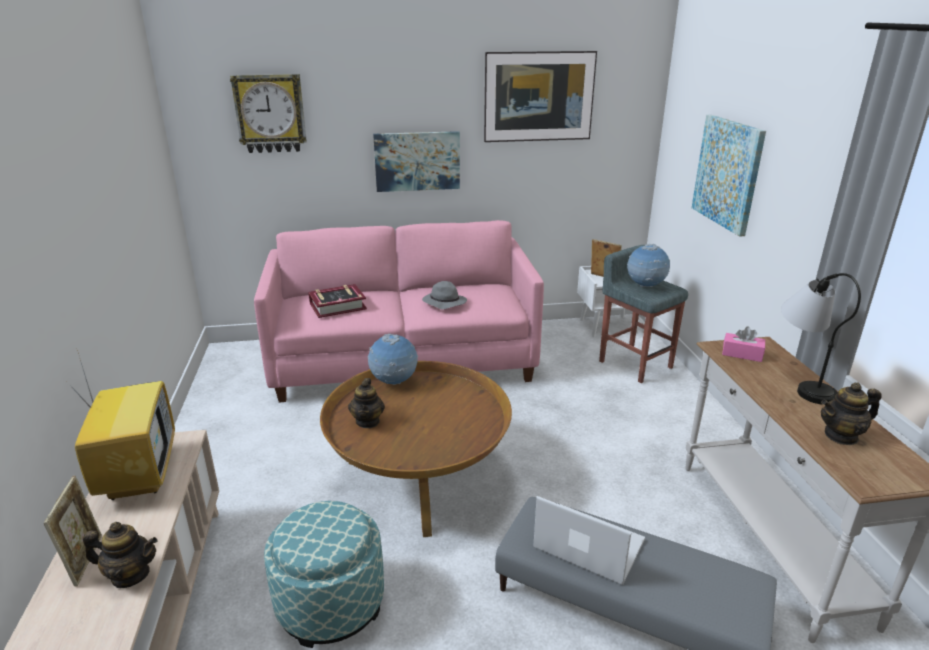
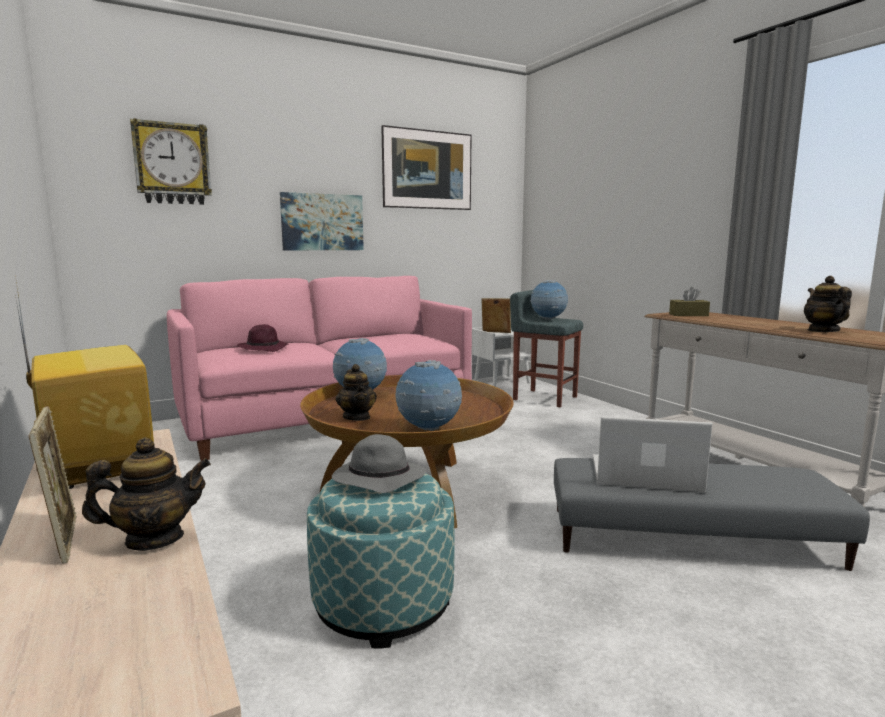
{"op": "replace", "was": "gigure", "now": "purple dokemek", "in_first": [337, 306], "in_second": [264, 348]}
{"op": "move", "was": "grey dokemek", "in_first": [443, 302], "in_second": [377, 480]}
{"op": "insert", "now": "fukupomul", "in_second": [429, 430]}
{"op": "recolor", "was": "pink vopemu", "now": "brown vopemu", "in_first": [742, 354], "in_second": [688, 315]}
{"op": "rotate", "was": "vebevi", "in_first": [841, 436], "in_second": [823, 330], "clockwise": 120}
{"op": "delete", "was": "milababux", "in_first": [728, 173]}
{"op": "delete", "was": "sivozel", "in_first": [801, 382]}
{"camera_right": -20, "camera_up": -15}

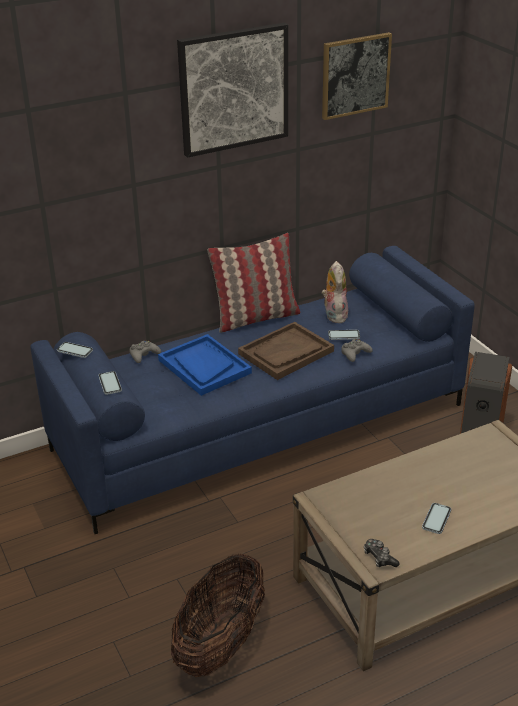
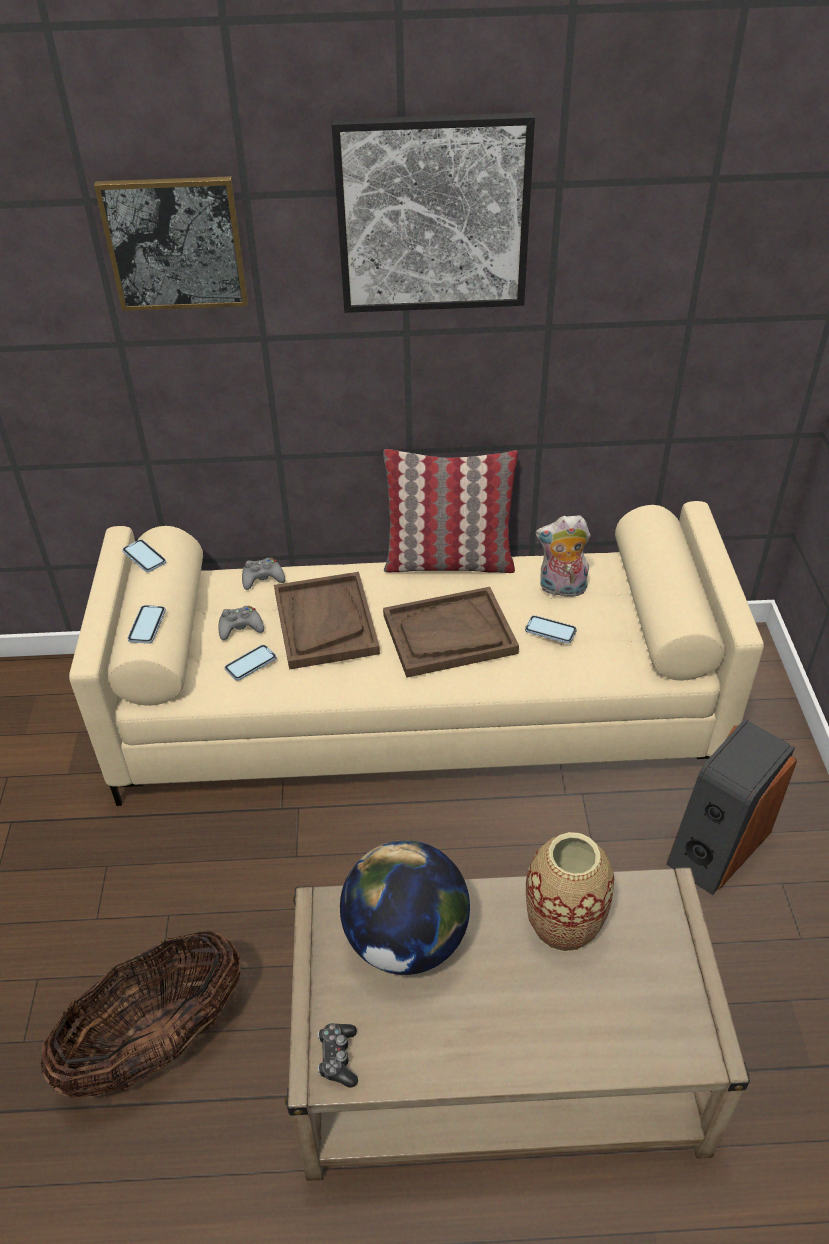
{"op": "recolor", "was": "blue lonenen", "now": "beige lonenen", "in_first": [261, 426], "in_second": [419, 713]}
{"op": "move", "was": "milababux", "in_first": [355, 75], "in_second": [175, 244]}
{"op": "move", "was": "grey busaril", "in_first": [355, 354], "in_second": [240, 627]}
{"op": "move", "was": "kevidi", "in_first": [436, 519], "in_second": [250, 664]}
{"op": "recolor", "was": "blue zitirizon", "now": "brown zitirizon", "in_first": [204, 366], "in_second": [325, 622]}
{"op": "insert", "now": "fukupomul", "in_second": [406, 940]}
{"op": "insert", "now": "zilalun", "in_second": [563, 924]}
{"op": "rotate", "was": "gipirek", "in_first": [334, 315], "in_second": [561, 589], "clockwise": -105}
{"camera_right": 25, "camera_up": 10}

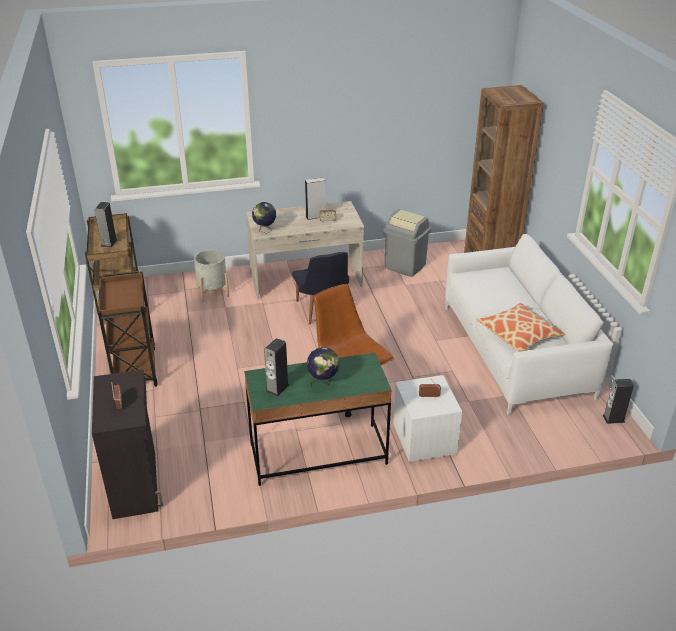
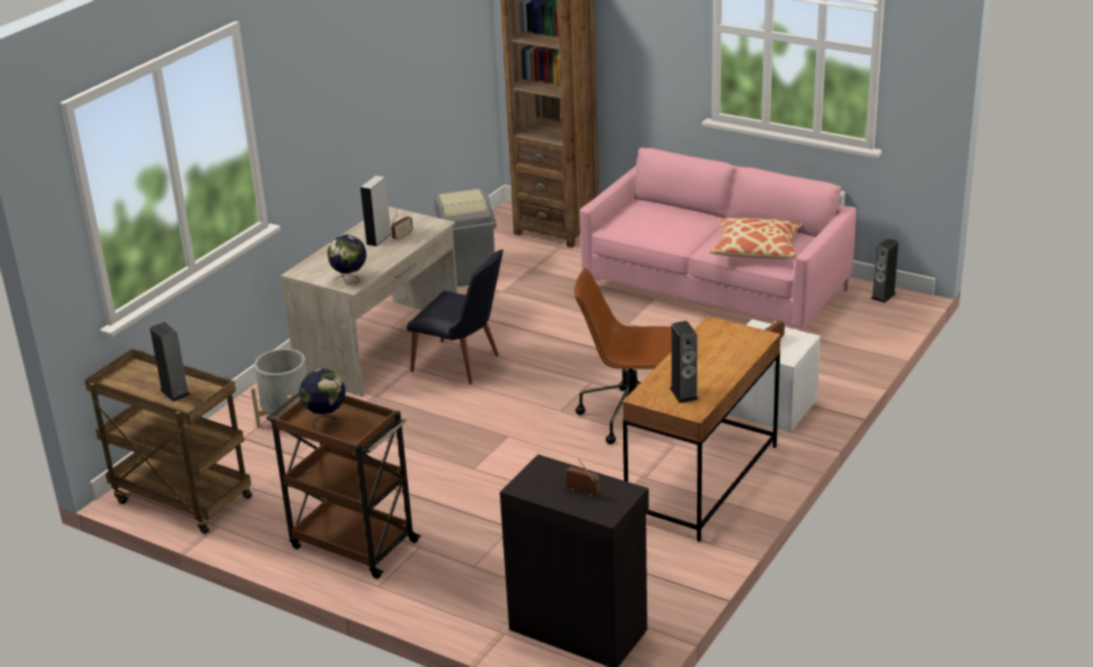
{"op": "move", "was": "fukupomul", "in_first": [323, 382], "in_second": [326, 421]}
{"op": "recolor", "was": "white lonenen", "now": "pink lonenen", "in_first": [514, 351], "in_second": [715, 291]}
{"op": "recolor", "was": "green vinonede", "now": "brown vinonede", "in_first": [318, 454], "in_second": [702, 481]}
{"camera_right": -45, "camera_up": -5}

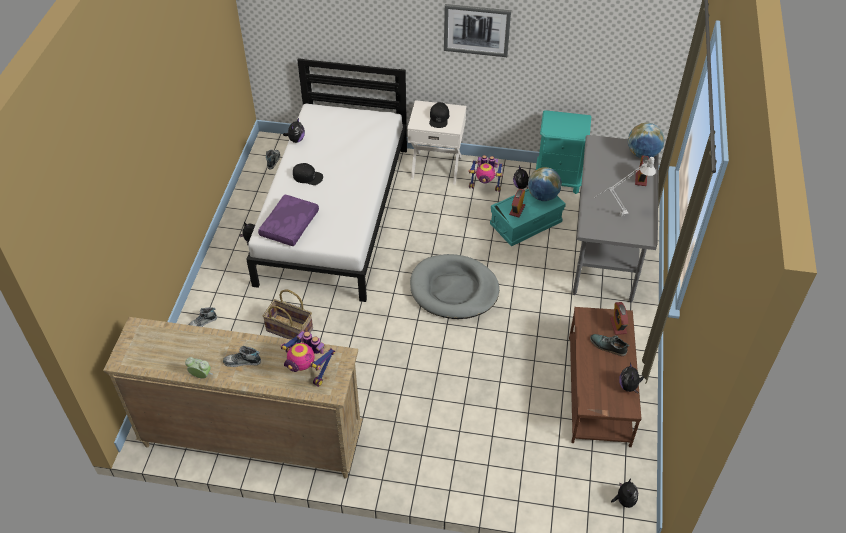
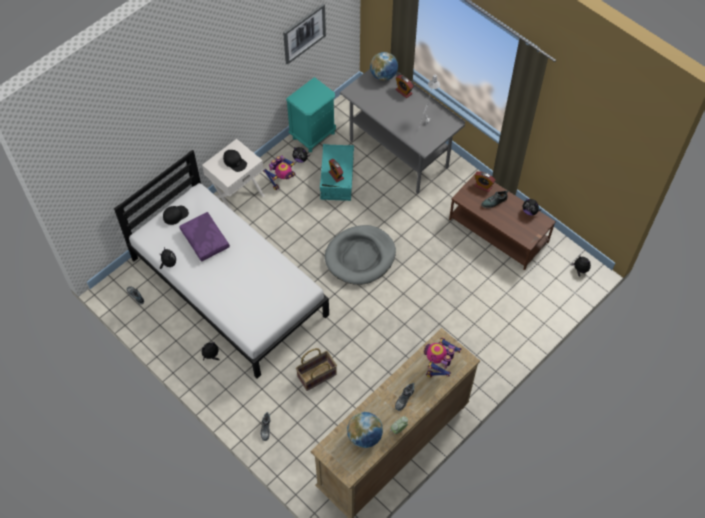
{"op": "move", "was": "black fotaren", "in_first": [308, 176], "in_second": [175, 215]}
{"op": "move", "was": "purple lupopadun", "in_first": [290, 226], "in_second": [206, 240]}
{"op": "move", "was": "milababux", "in_first": [476, 30], "in_second": [304, 33]}
{"op": "move", "was": "fukupomul", "in_first": [543, 196], "in_second": [365, 436]}
{"op": "rotate", "was": "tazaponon", "in_first": [307, 370], "in_second": [439, 365], "clockwise": 135}
{"camera_right": -55, "camera_up": 10}

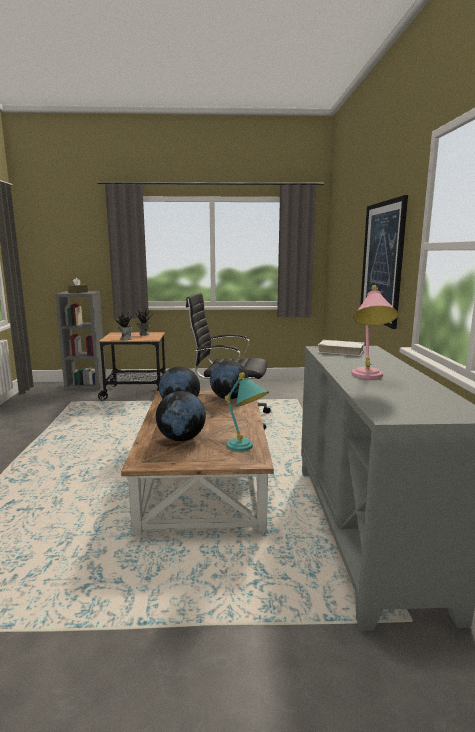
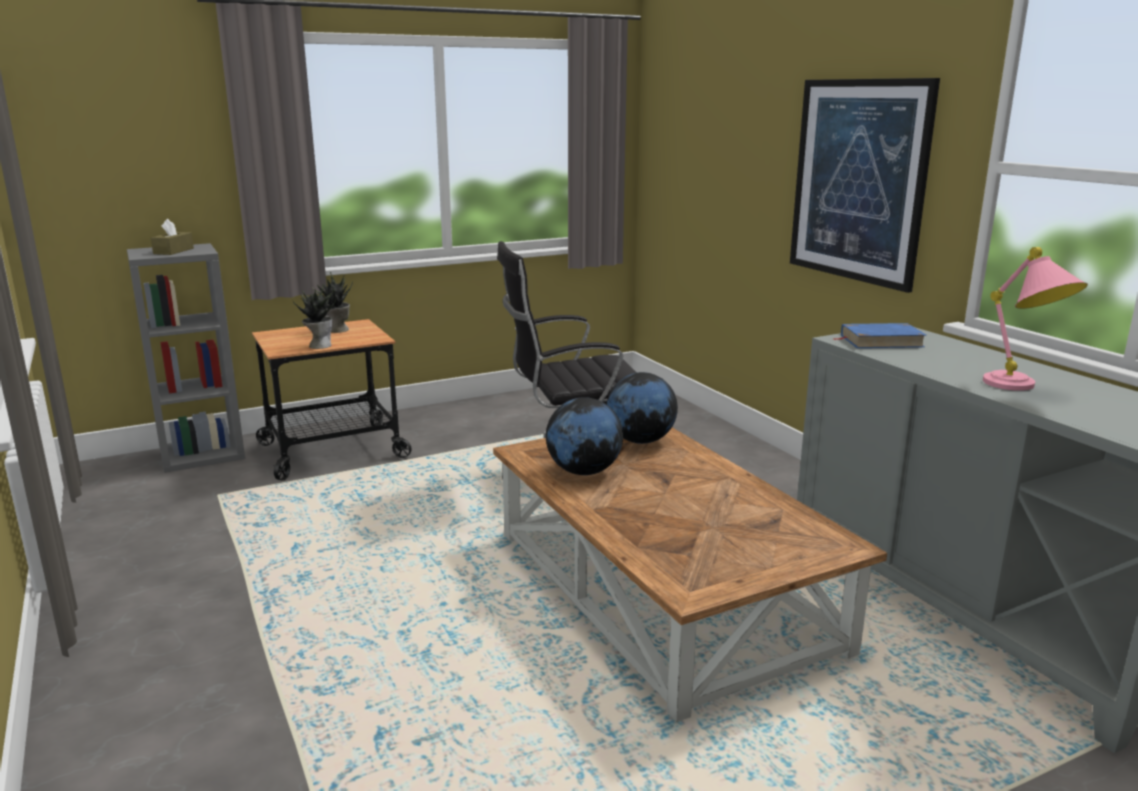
{"op": "recolor", "was": "white gigure", "now": "blue gigure", "in_first": [340, 351], "in_second": [881, 341]}
{"op": "delete", "was": "fukupomul", "in_first": [181, 439]}
{"op": "delete", "was": "turquoise sivozel", "in_first": [246, 449]}
{"camera_right": -25, "camera_up": 5}

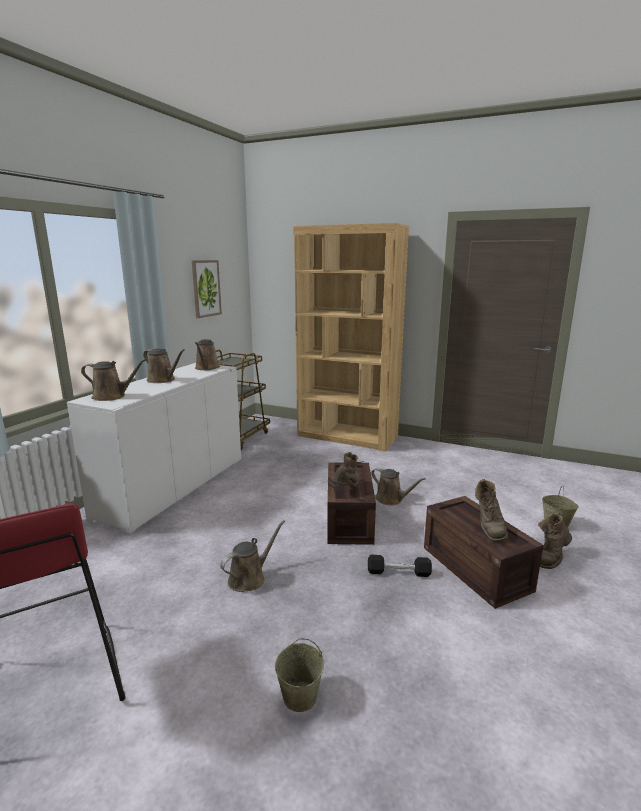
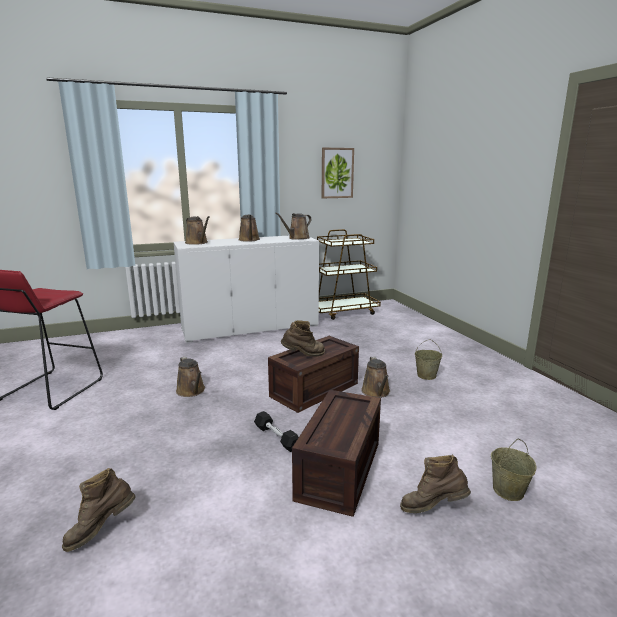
{"op": "move", "was": "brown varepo", "in_first": [489, 528], "in_second": [101, 531]}
{"op": "rotate", "was": "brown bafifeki", "in_first": [249, 578], "in_second": [191, 391], "clockwise": 60}
{"op": "move", "was": "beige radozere", "in_first": [300, 696], "in_second": [426, 375]}
{"op": "delete", "was": "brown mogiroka", "in_first": [347, 436]}
{"camera_right": 45, "camera_up": 0}

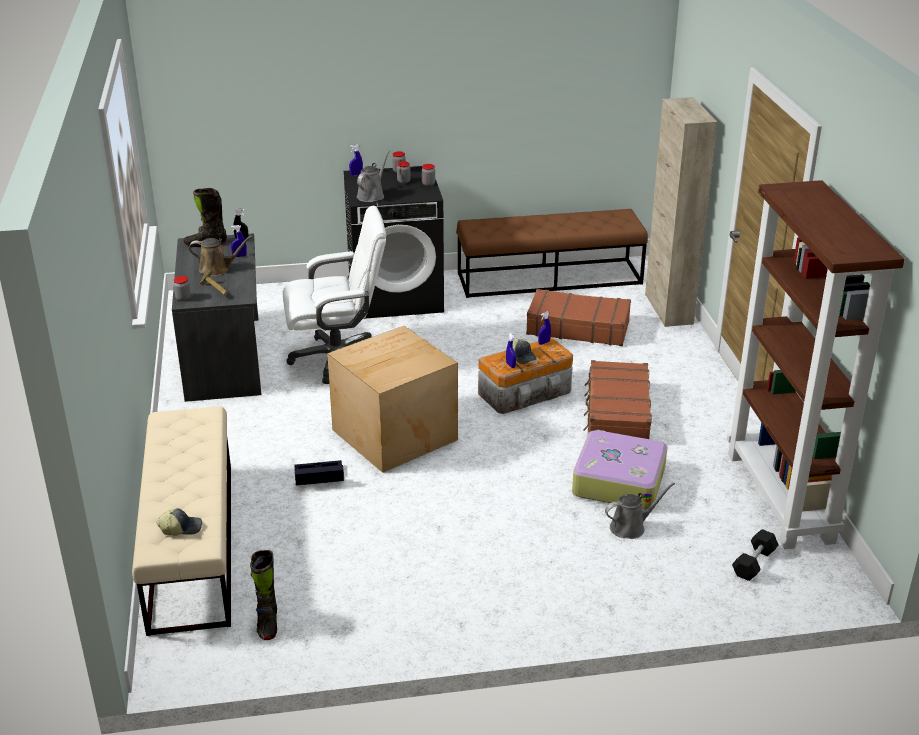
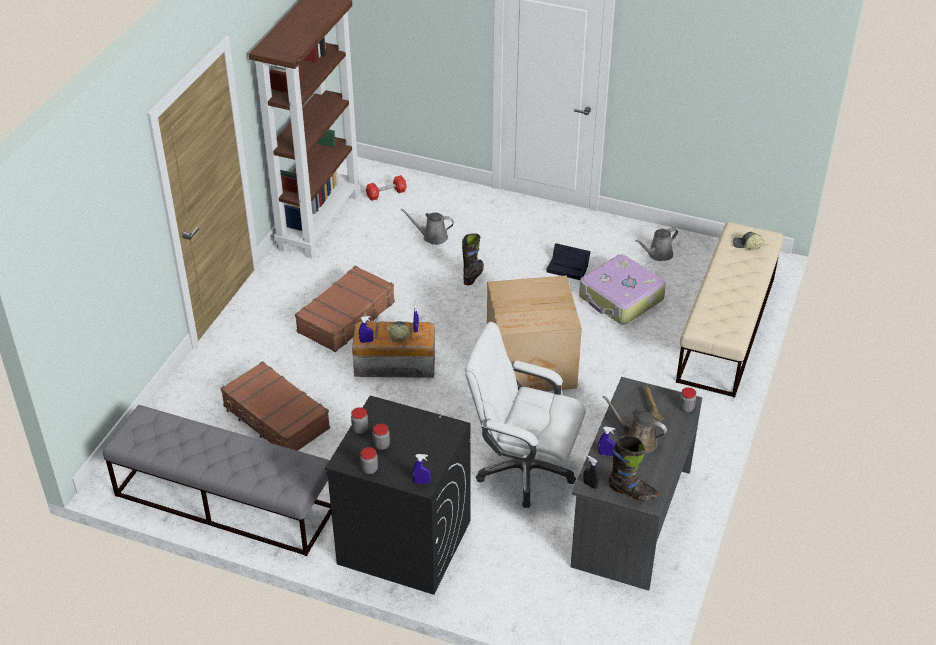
{"op": "recolor", "was": "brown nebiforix", "now": "grey nebiforix", "in_first": [550, 278], "in_second": [224, 501]}
{"op": "recolor", "was": "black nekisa", "now": "red nekisa", "in_first": [754, 563], "in_second": [386, 194]}
{"op": "move", "was": "black varepo", "in_first": [267, 623], "in_second": [473, 275]}
{"op": "move", "was": "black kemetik", "in_first": [317, 478], "in_second": [569, 268]}
{"op": "move", "was": "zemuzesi", "in_first": [618, 480], "in_second": [621, 299]}
{"op": "move", "was": "grey bafifeki", "in_first": [372, 195], "in_second": [658, 255]}
{"op": "delete", "was": "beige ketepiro", "in_first": [668, 309]}
{"camera_right": -150, "camera_up": 10}

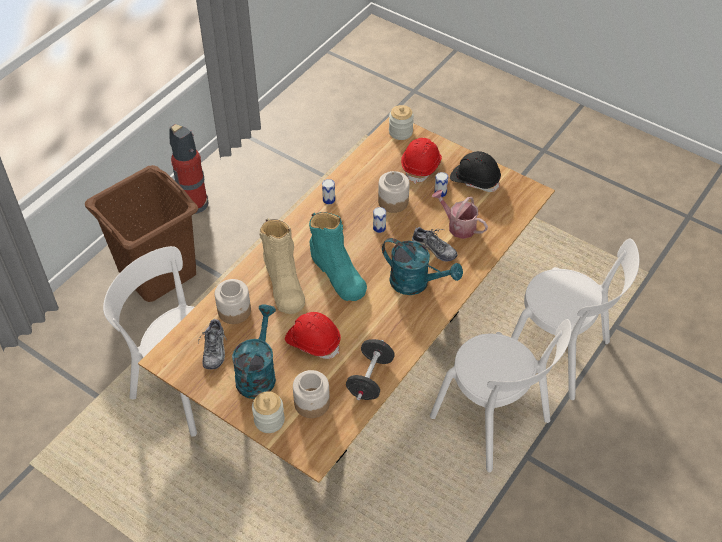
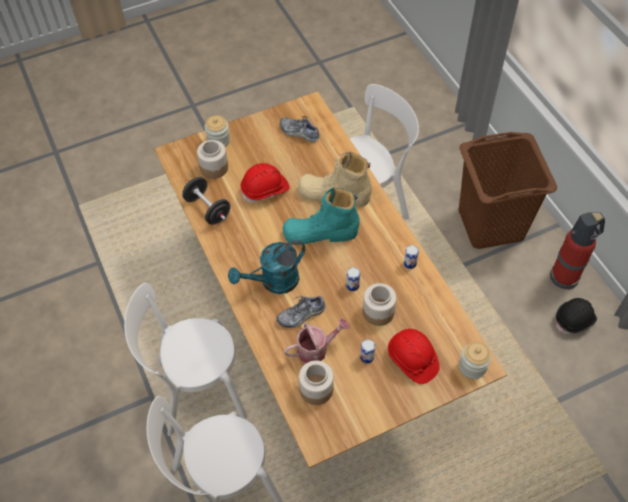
{"op": "move", "was": "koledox", "in_first": [235, 311], "in_second": [316, 390]}
{"op": "move", "was": "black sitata", "in_first": [475, 180], "in_second": [574, 320]}
{"op": "delete", "was": "turquoise bafifeki", "in_first": [257, 373]}
{"camera_right": 120, "camera_up": 5}

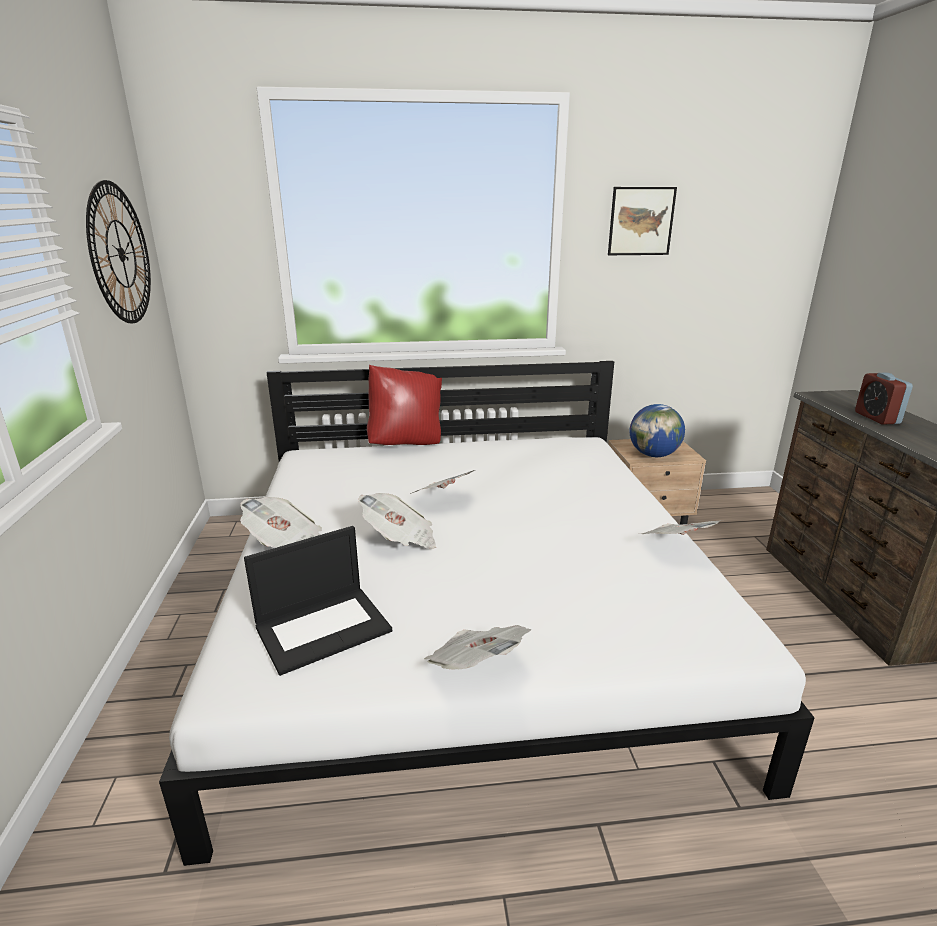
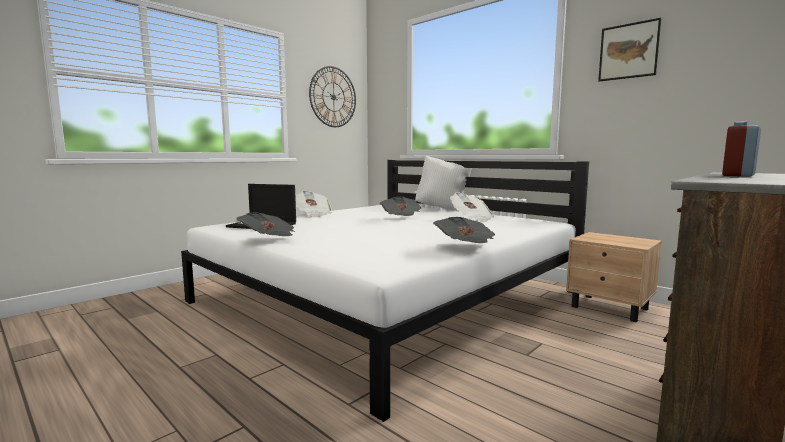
{"op": "recolor", "was": "red lupopadun", "now": "white lupopadun", "in_first": [407, 443], "in_second": [442, 208]}
{"op": "move", "was": "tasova", "in_first": [400, 539], "in_second": [471, 219]}
{"op": "delete", "was": "fukupomul", "in_first": [654, 455]}
{"camera_right": 50, "camera_up": -15}

